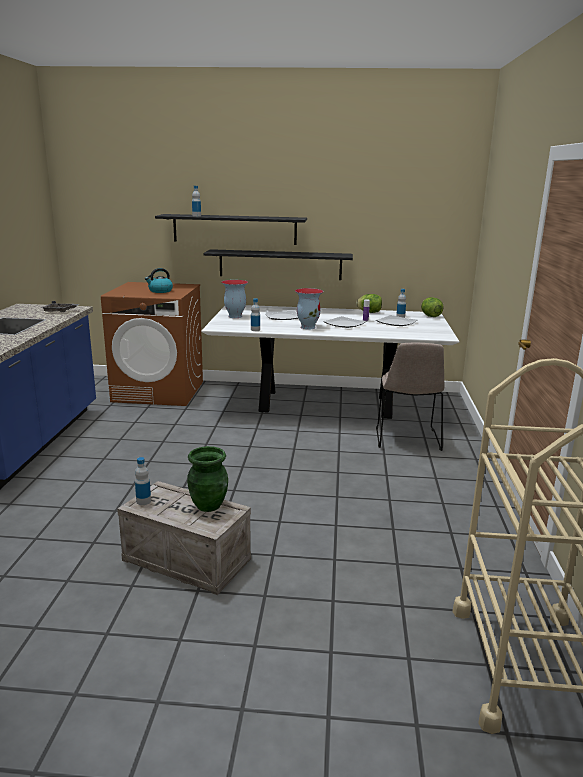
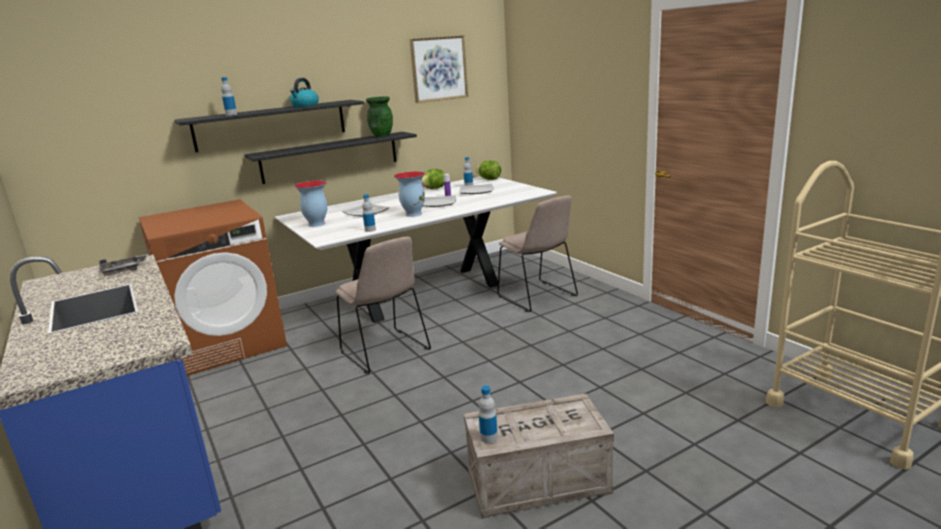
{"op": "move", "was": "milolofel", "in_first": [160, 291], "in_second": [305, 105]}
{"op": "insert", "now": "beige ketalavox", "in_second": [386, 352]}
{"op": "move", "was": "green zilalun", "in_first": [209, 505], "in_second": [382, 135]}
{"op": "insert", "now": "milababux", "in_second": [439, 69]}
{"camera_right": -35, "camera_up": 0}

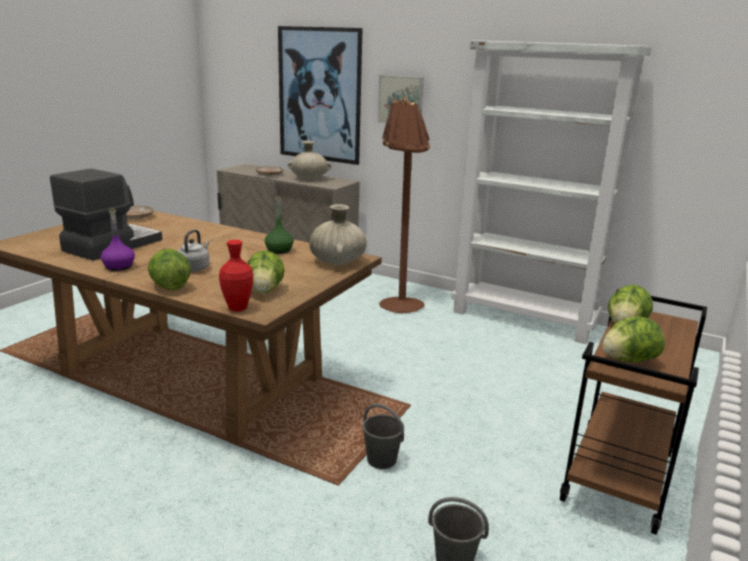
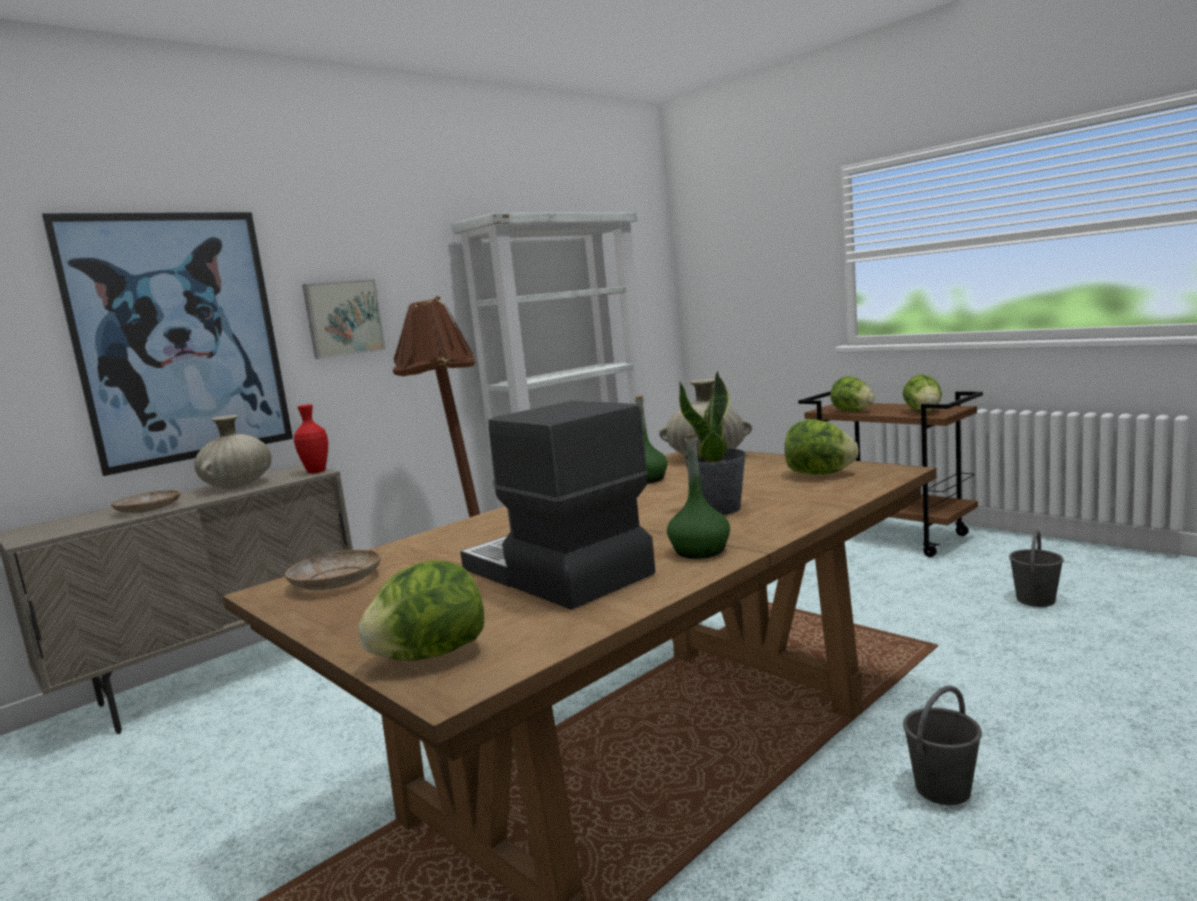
{"op": "move", "was": "red zilalun", "in_first": [237, 308], "in_second": [316, 472]}
{"op": "move", "was": "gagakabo", "in_first": [169, 287], "in_second": [430, 655]}
{"op": "recolor", "was": "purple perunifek", "now": "green perunifek", "in_first": [119, 267], "in_second": [699, 551]}
{"op": "replace", "was": "grey milolofel", "now": "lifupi", "in_first": [194, 268], "in_second": [719, 509]}
{"op": "move", "was": "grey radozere", "in_first": [382, 460], "in_second": [943, 788]}
{"camera_right": -70, "camera_up": -10}

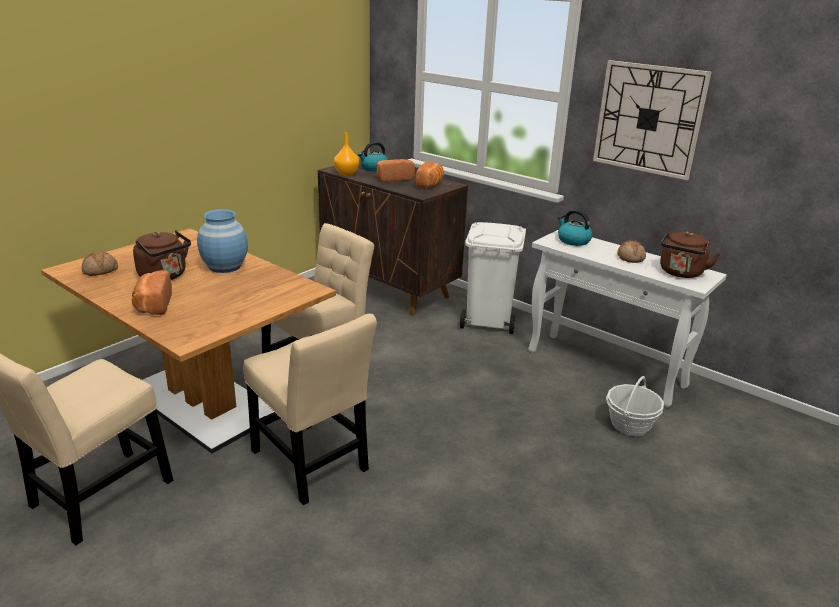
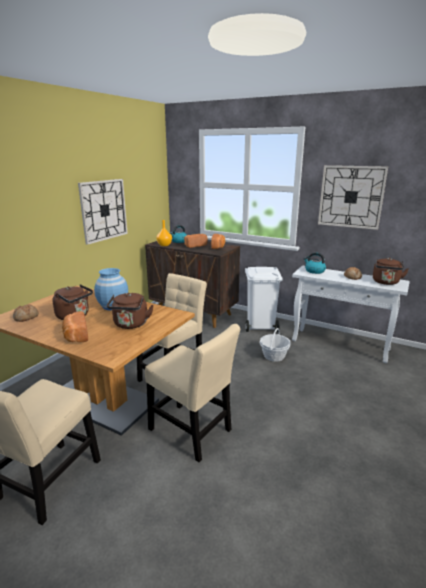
{"op": "insert", "now": "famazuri", "in_second": [104, 210]}
{"op": "insert", "now": "brown milolofel", "in_second": [130, 325]}
{"op": "move", "was": "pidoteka", "in_first": [630, 425], "in_second": [274, 356]}
{"camera_right": -10, "camera_up": -5}

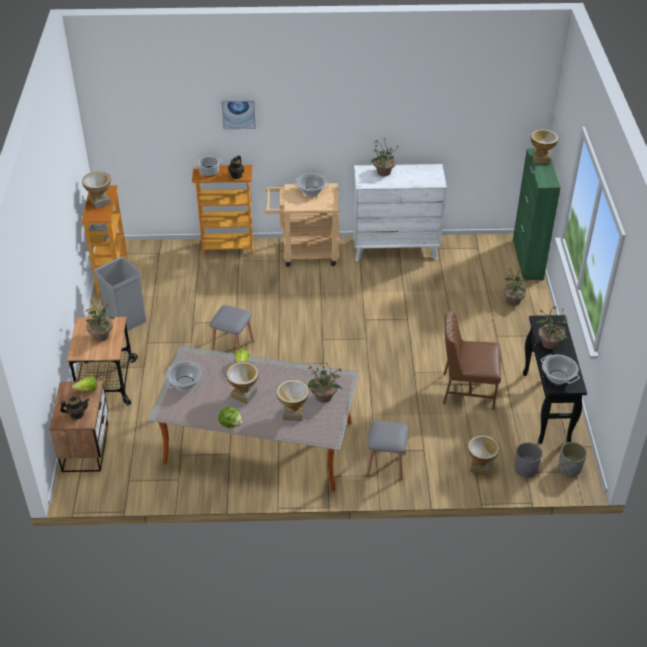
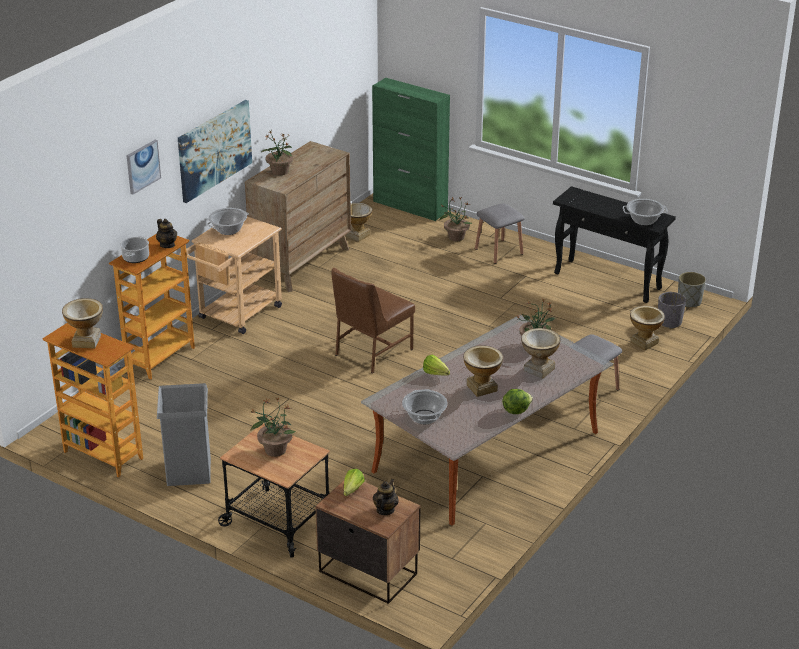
{"op": "insert", "now": "milababux", "in_second": [214, 150]}
{"op": "recolor", "was": "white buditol", "now": "brown buditol", "in_first": [395, 248], "in_second": [301, 263]}
{"op": "move", "was": "brown ketalavox", "in_first": [467, 390], "in_second": [372, 352]}
{"op": "move", "was": "zilalun", "in_first": [541, 159], "in_second": [357, 235]}
{"op": "move", "was": "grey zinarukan", "in_first": [232, 346], "in_second": [499, 251]}
{"op": "delete", "was": "lifupi", "in_first": [549, 343]}
{"camera_right": -55, "camera_up": -10}

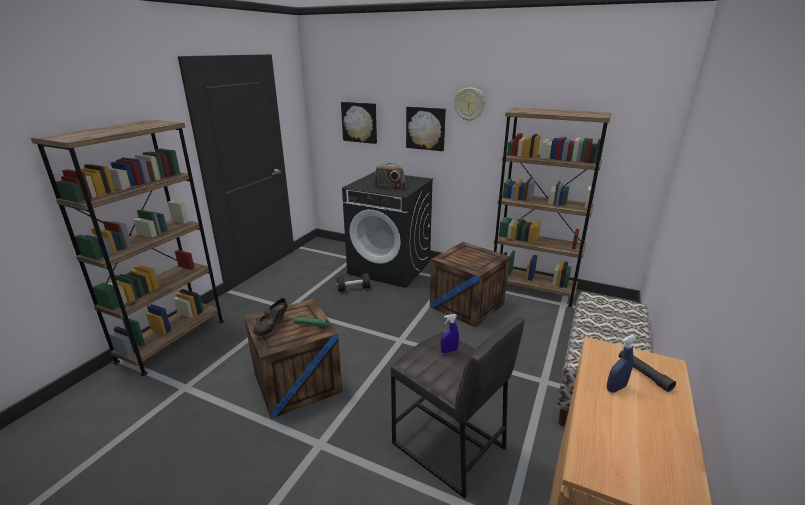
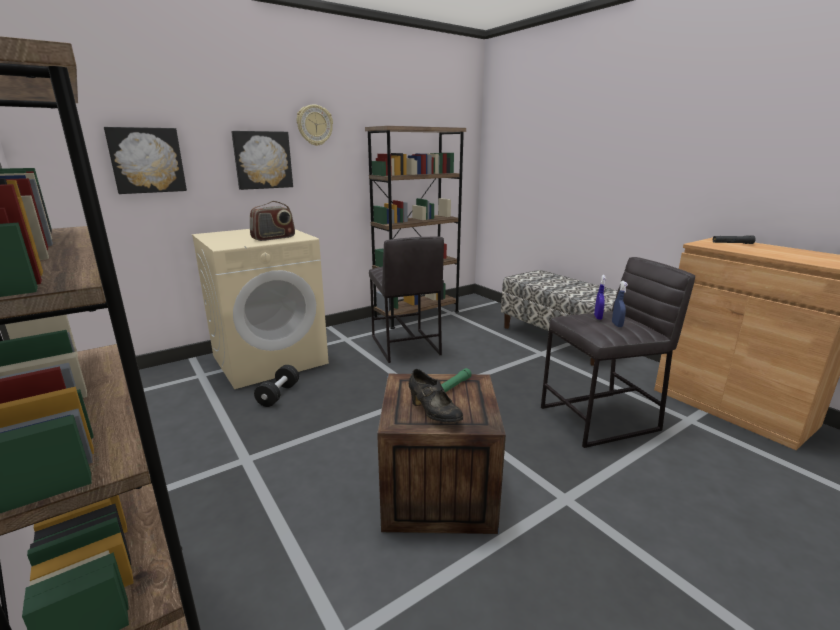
{"op": "recolor", "was": "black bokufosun", "now": "beige bokufosun", "in_first": [390, 268], "in_second": [270, 359]}
{"op": "replace", "was": "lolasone", "now": "grey zinarukan", "in_first": [467, 305], "in_second": [404, 346]}
{"op": "move", "was": "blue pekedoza", "in_first": [616, 388], "in_second": [617, 325]}
{"camera_right": -60, "camera_up": -5}

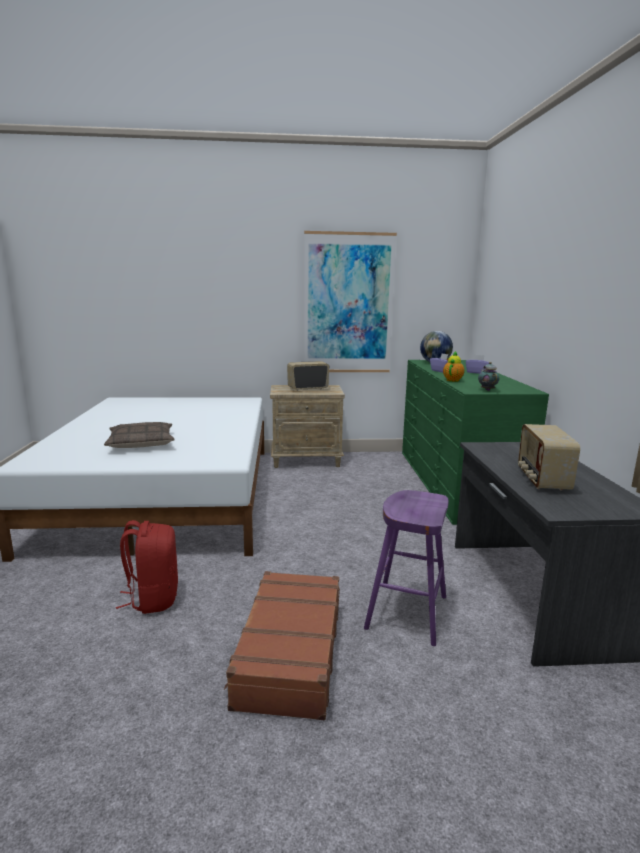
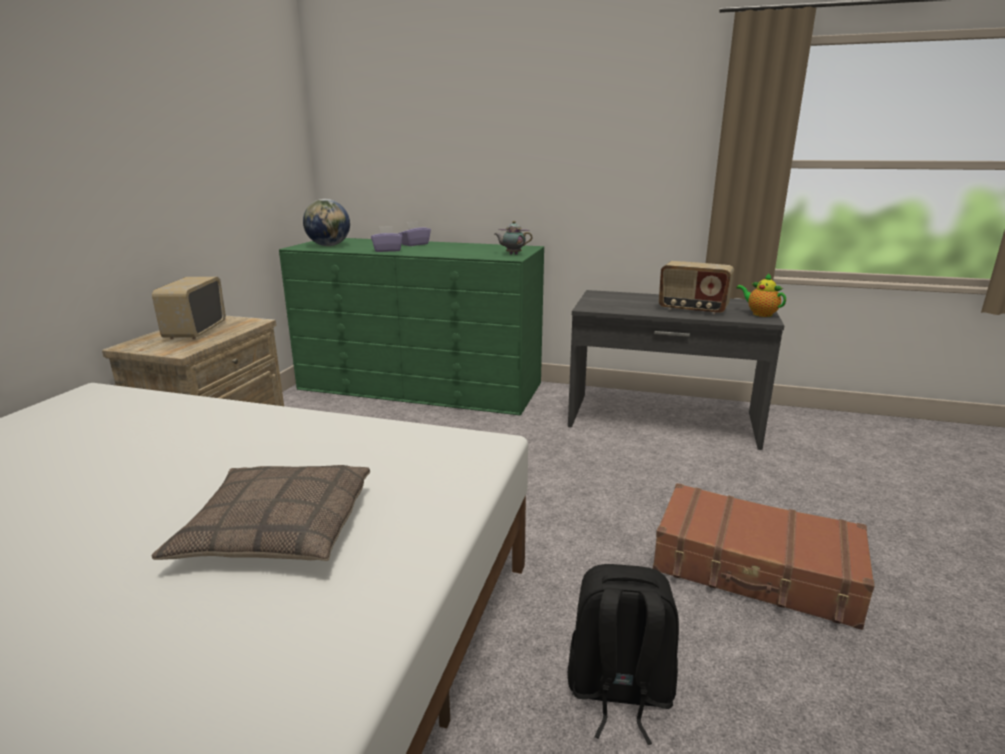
{"op": "recolor", "was": "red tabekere", "now": "black tabekere", "in_first": [153, 598], "in_second": [618, 692]}
{"op": "move", "was": "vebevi", "in_first": [453, 380], "in_second": [760, 314]}
{"op": "delete", "was": "milababux", "in_first": [348, 304]}
{"op": "delete", "was": "purple zinarukan", "in_first": [407, 612]}
{"camera_right": -70, "camera_up": 5}

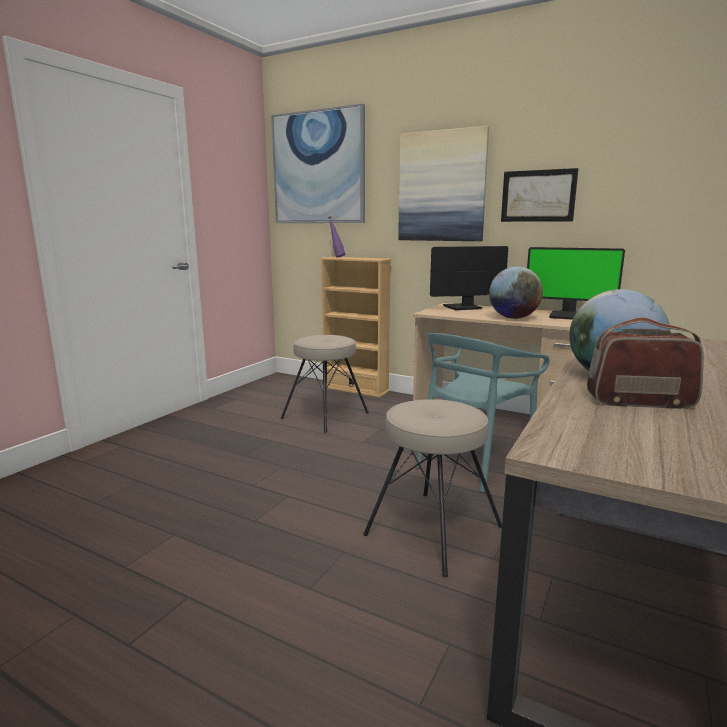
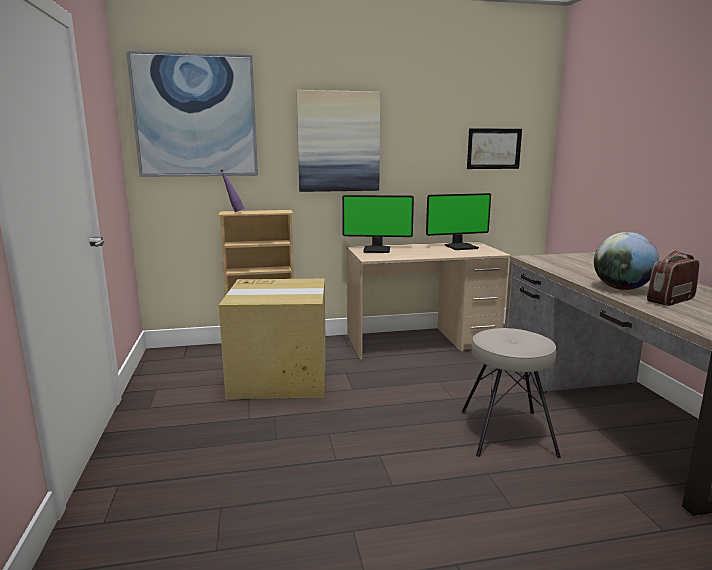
{"op": "replace", "was": "beige zinarukan", "now": "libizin", "in_first": [326, 415], "in_second": [281, 377]}
{"op": "rotate", "was": "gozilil", "in_first": [462, 308], "in_second": [377, 250], "clockwise": -120}
{"op": "move", "was": "milababux", "in_first": [538, 196], "in_second": [494, 148]}
{"op": "delete", "was": "turquoise ketalavox", "in_first": [473, 463]}
{"op": "delete", "was": "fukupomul", "in_first": [513, 318]}
{"camera_right": -40, "camera_up": 0}

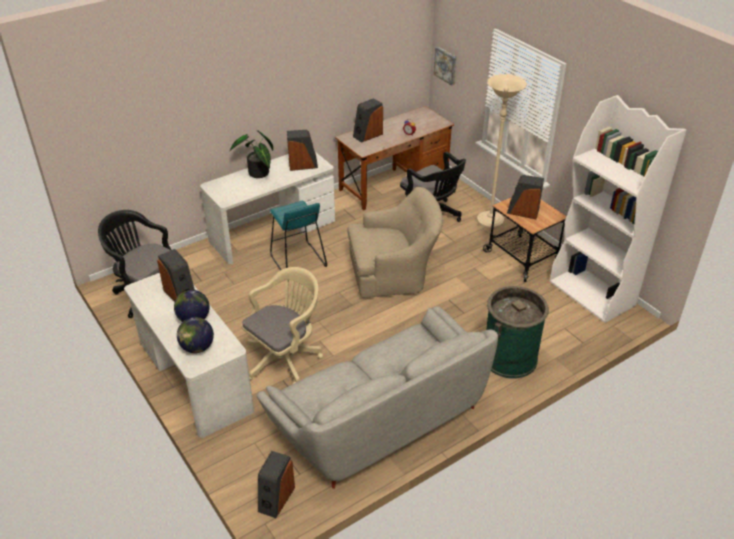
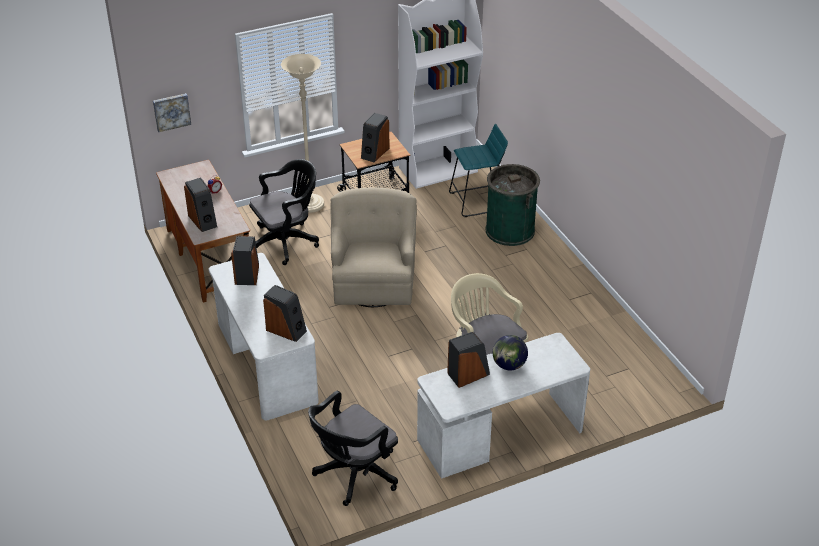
{"op": "move", "was": "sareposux", "in_first": [275, 498], "in_second": [286, 330]}
{"op": "move", "was": "turquoise zinarukan", "in_first": [297, 261], "in_second": [478, 201]}
{"op": "delete", "was": "fukupomul", "in_first": [197, 348]}
{"op": "delete", "was": "lifupi", "in_first": [258, 174]}
{"op": "delete", "was": "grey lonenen", "in_first": [379, 417]}
{"camera_right": -80, "camera_up": 0}

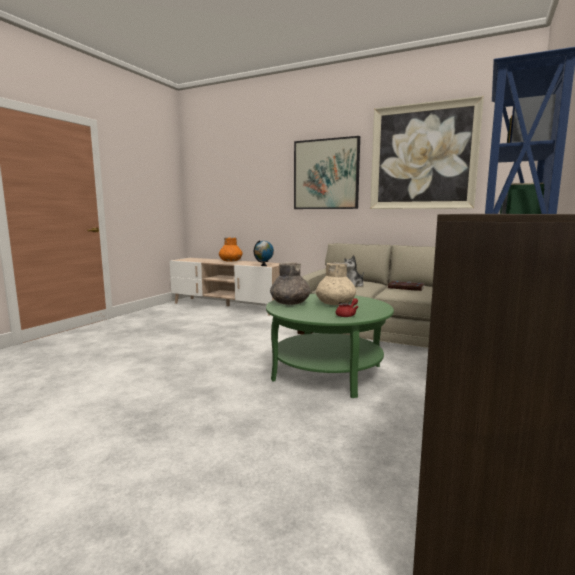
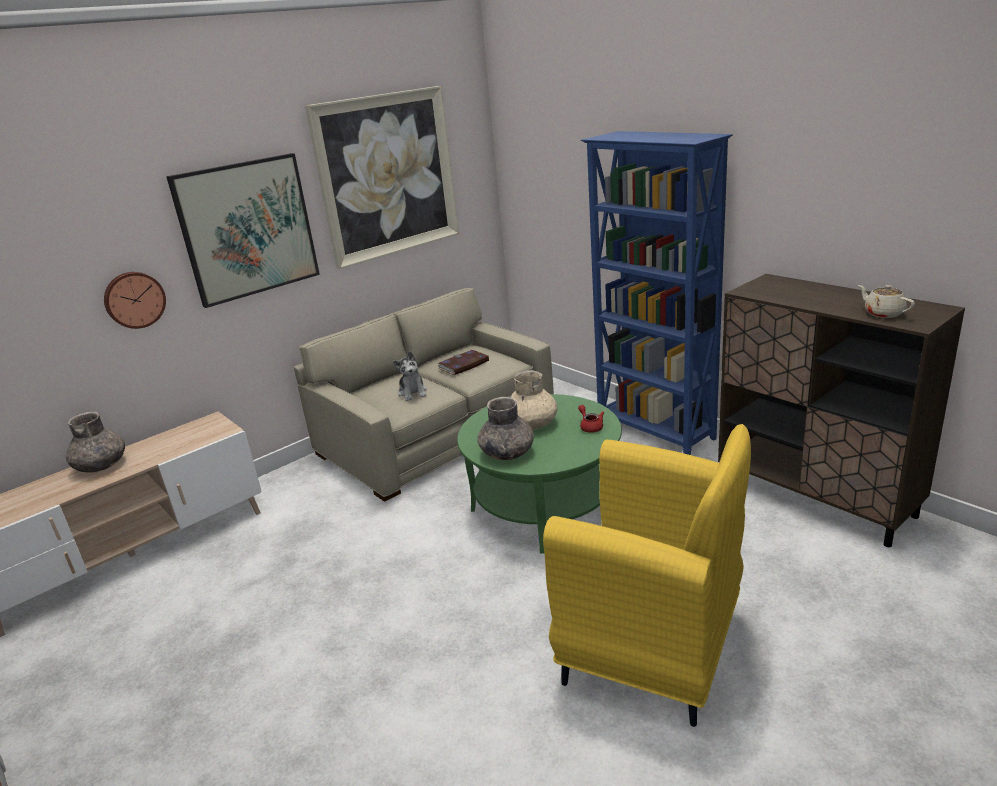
{"op": "recolor", "was": "orange zilalun", "now": "grey zilalun", "in_first": [230, 261], "in_second": [102, 465]}
{"op": "insert", "now": "famazuri", "in_second": [134, 299]}
{"op": "insert", "now": "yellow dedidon", "in_second": [653, 650]}
{"op": "insert", "now": "beige vebevi", "in_second": [883, 313]}
{"op": "delete", "was": "fukupomul", "in_first": [263, 265]}
{"camera_right": -65, "camera_up": 15}

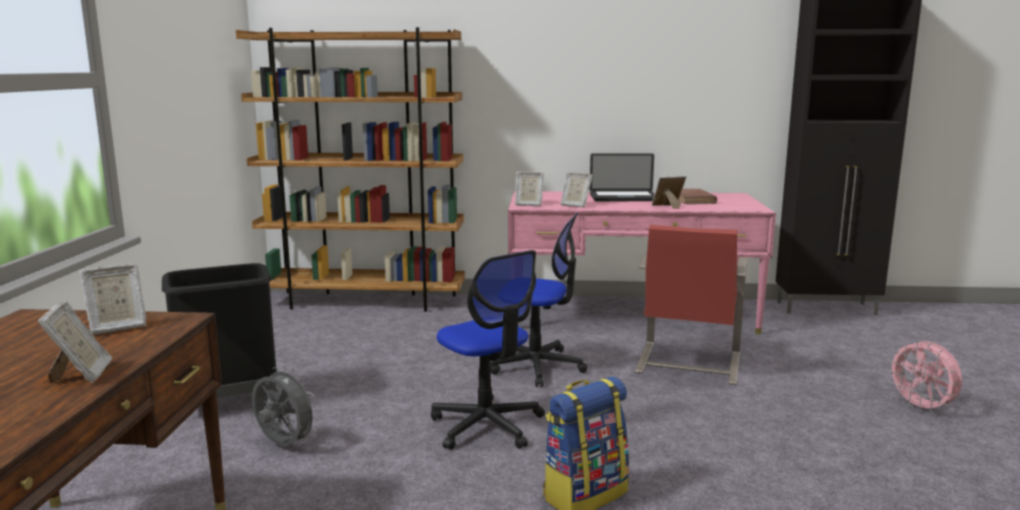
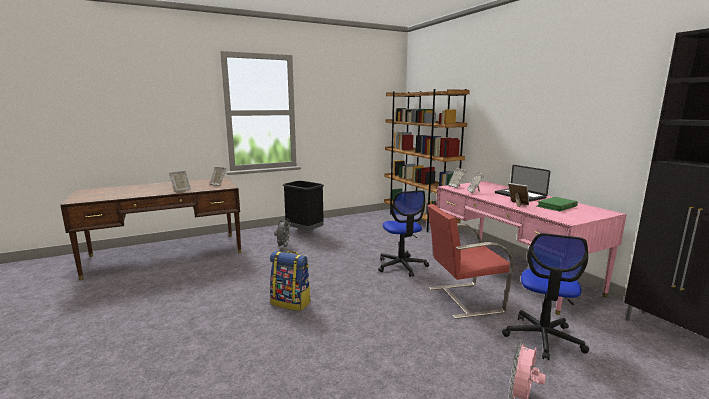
{"op": "move", "was": "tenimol", "in_first": [487, 425], "in_second": [543, 338]}
{"op": "recolor", "was": "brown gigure", "now": "green gigure", "in_first": [692, 200], "in_second": [556, 206]}
{"camera_right": 60, "camera_up": 0}

